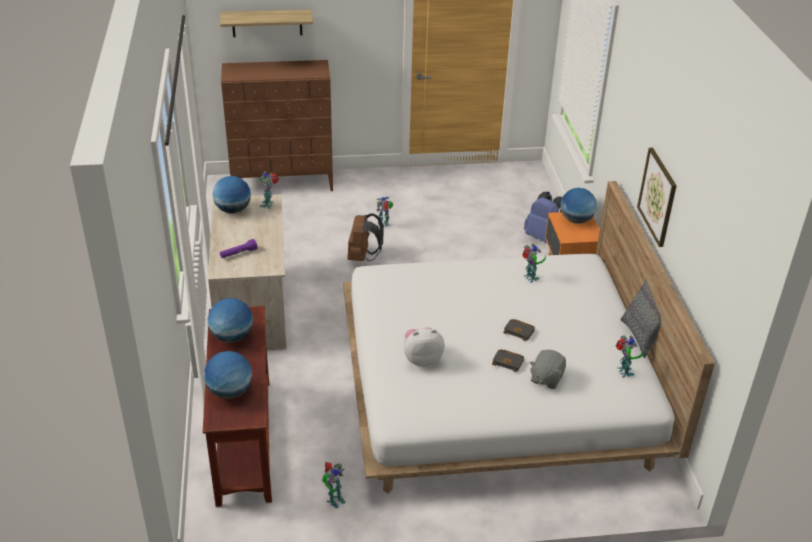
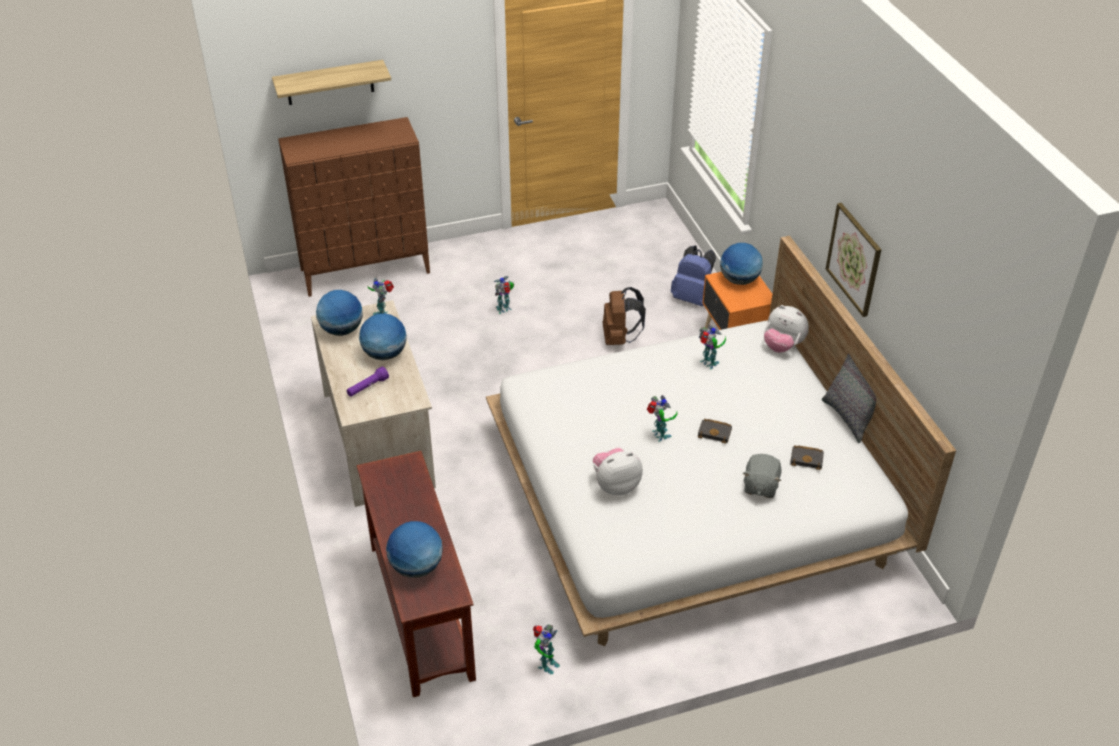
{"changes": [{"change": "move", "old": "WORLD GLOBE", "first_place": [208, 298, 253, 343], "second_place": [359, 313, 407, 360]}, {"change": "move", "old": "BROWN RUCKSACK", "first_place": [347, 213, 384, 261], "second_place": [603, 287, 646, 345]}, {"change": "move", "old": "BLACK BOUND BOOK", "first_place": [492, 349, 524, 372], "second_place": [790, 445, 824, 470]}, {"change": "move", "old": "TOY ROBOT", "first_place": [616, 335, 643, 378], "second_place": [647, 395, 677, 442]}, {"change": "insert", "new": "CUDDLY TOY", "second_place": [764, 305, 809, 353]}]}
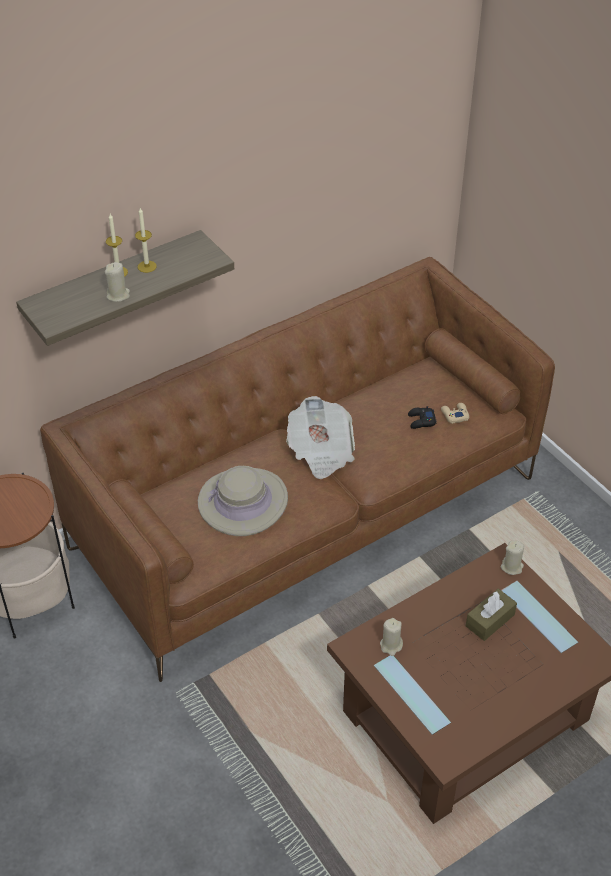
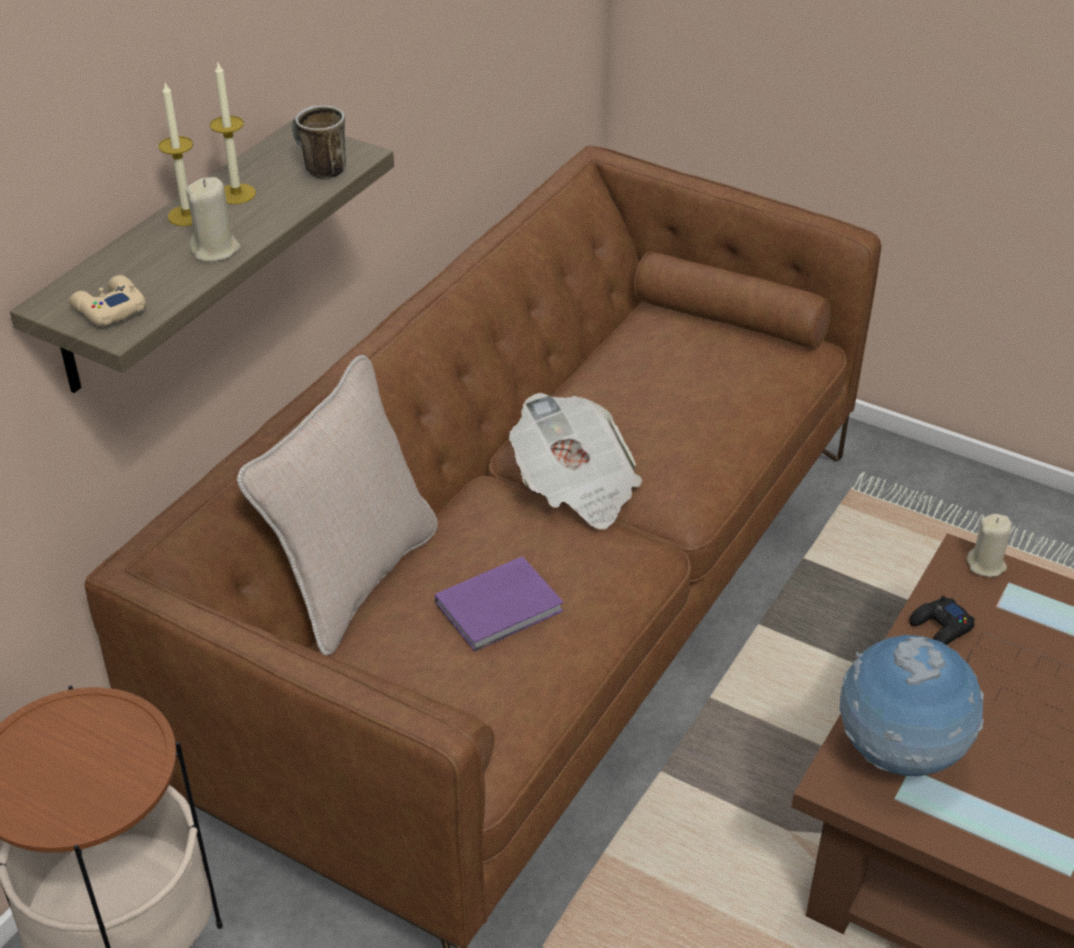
{"changes": [{"change": "replace", "old": "SAND-COLOURED WEARABLE HAT", "new": "PURPLE BOUND BOOK", "first_place": [198, 466, 288, 536], "second_place": [435, 556, 564, 652]}, {"change": "replace", "old": "SAND-COLOURED CANDLE", "new": "WORLD GLOBE", "first_place": [380, 618, 403, 656], "second_place": [840, 635, 984, 776]}, {"change": "move", "old": "BLACK GAME CONTROLLER", "first_place": [408, 406, 436, 429], "second_place": [909, 596, 975, 645]}, {"change": "move", "old": "SAND-COLOURED GAME CONTROLLER", "first_place": [441, 403, 469, 424], "second_place": [69, 275, 146, 326]}, {"change": "delete", "old": "BROWN TISSUE HOLDER", "first_place": [466, 589, 517, 641]}, {"change": "insert", "new": "SAND-COLOURED CUSHION", "second_place": [237, 355, 438, 655]}, {"change": "insert", "new": "COFFEE MUG", "second_place": [292, 105, 346, 179]}]}
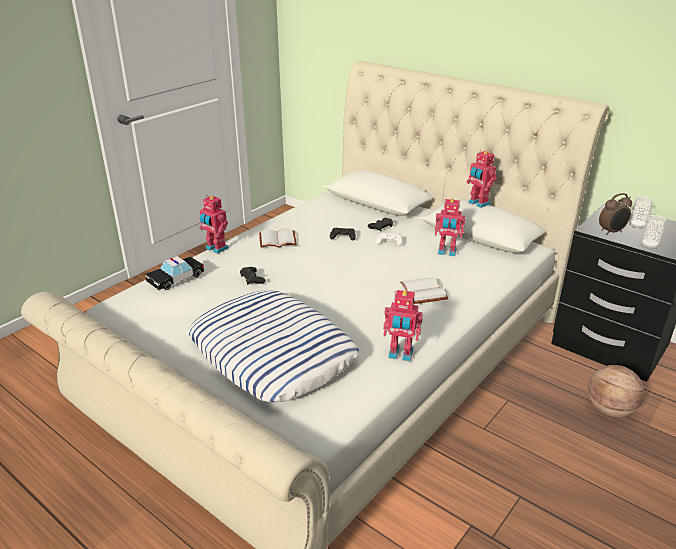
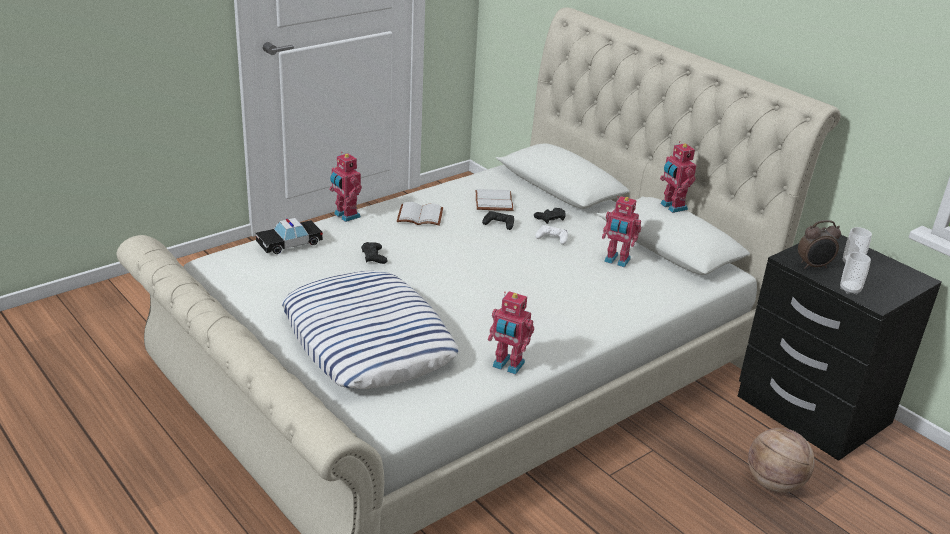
{"changes": [{"change": "move", "old": "WHITISH BOUND BOOK", "first_place": [400, 277, 448, 304], "second_place": [475, 189, 513, 211]}]}
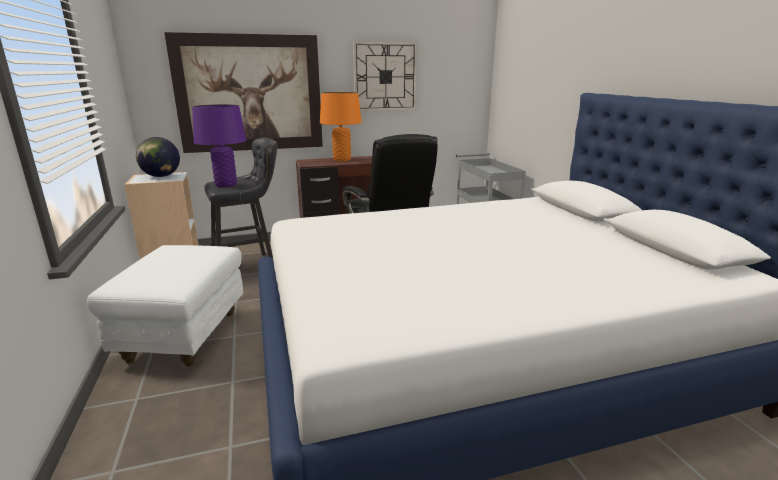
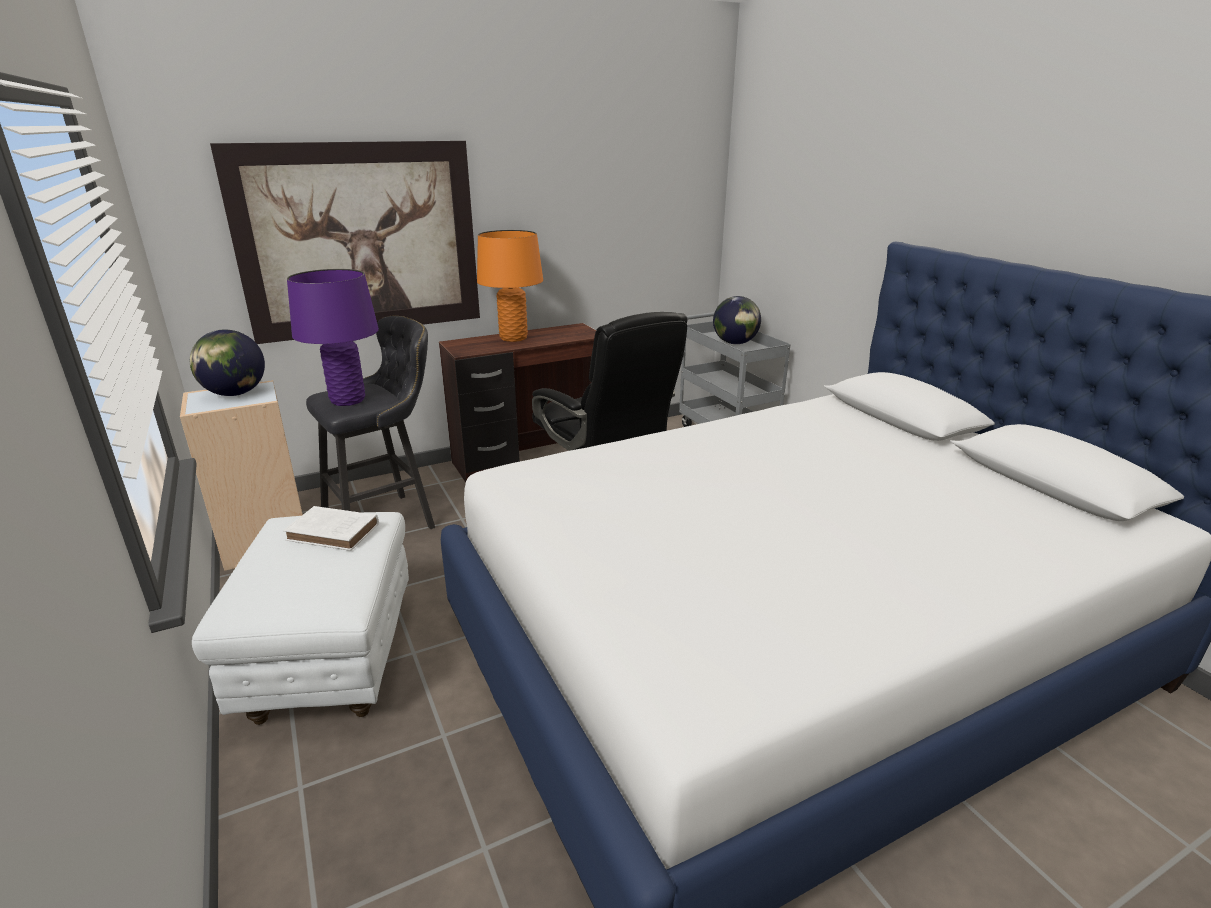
{"changes": [{"change": "delete", "old": "HANGING CLOCK", "first_place": [353, 41, 417, 111]}, {"change": "insert", "new": "WHITISH BOUND BOOK", "second_place": [284, 506, 379, 551]}, {"change": "insert", "new": "WORLD GLOBE", "second_place": [713, 296, 761, 344]}]}
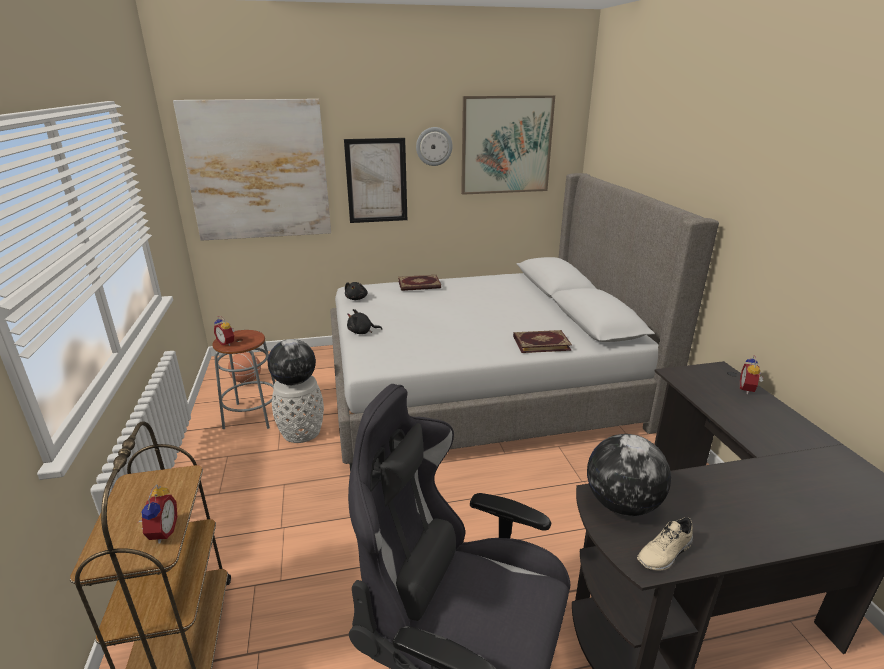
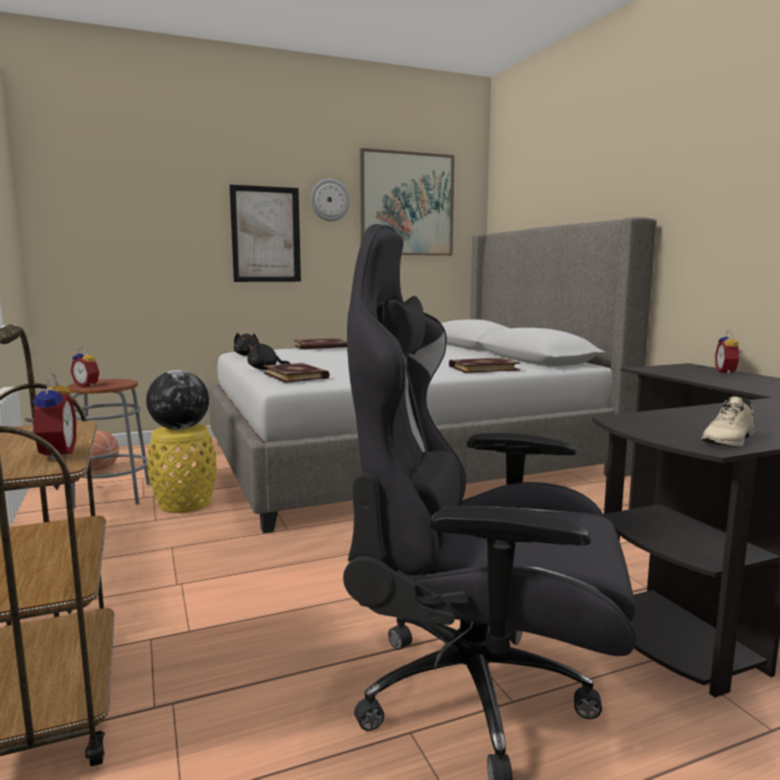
{"changes": [{"change": "delete", "old": "WALL ART", "first_place": [173, 99, 331, 241]}, {"change": "recolor", "old": "WHITISH STOOL", "new": "YELLOWISH STOOL", "first_place": [272, 375, 324, 443], "second_place": [147, 424, 217, 513]}, {"change": "delete", "old": "WORLD GLOBE", "first_place": [587, 434, 671, 516]}, {"change": "insert", "new": "BOUND BOOK", "second_place": [263, 363, 330, 383]}]}
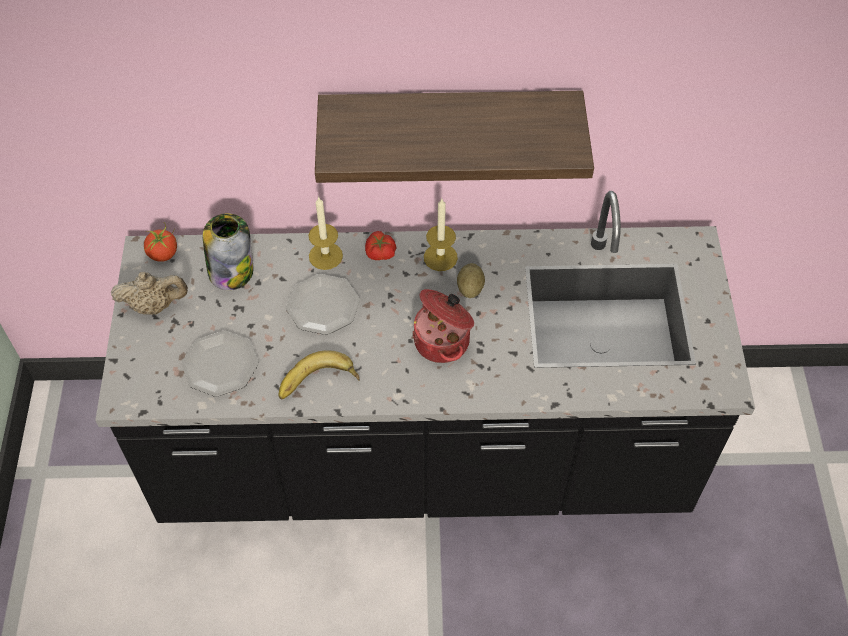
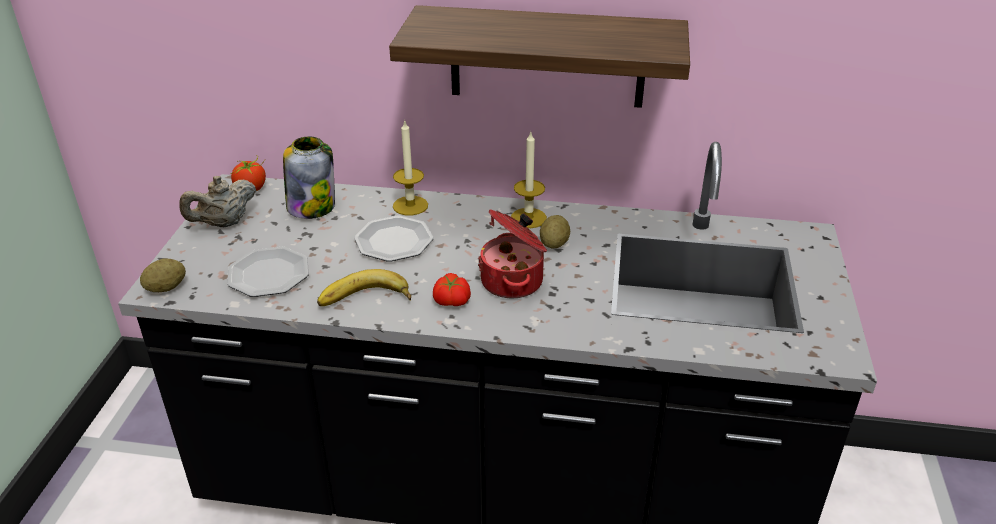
{"changes": [{"change": "rotate", "old": "SAND-COLOURED POT FOR TEA", "first_place": [111, 272, 188, 315], "second_place": [179, 176, 256, 227], "degrees": 135}, {"change": "move", "old": "FRESH TOMATO", "first_place": [365, 231, 397, 260], "second_place": [433, 273, 471, 306]}, {"change": "insert", "new": "WHOLE POTATO", "second_place": [140, 259, 186, 292]}]}
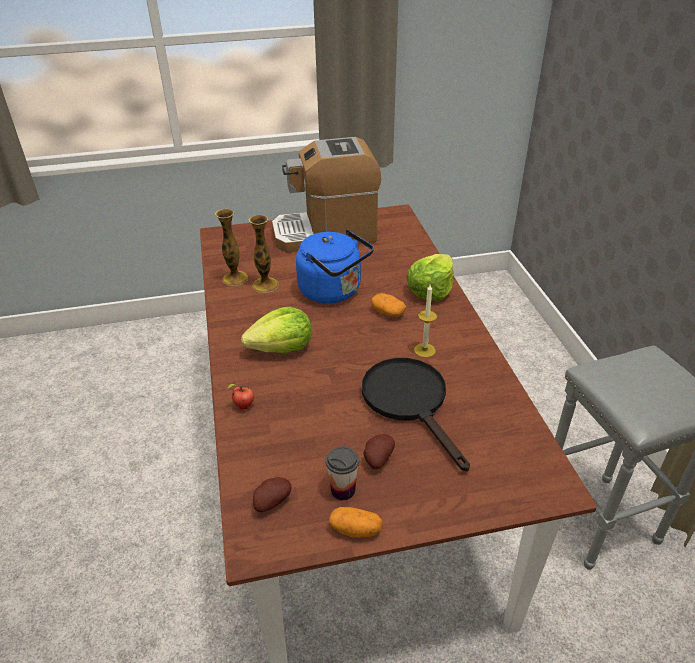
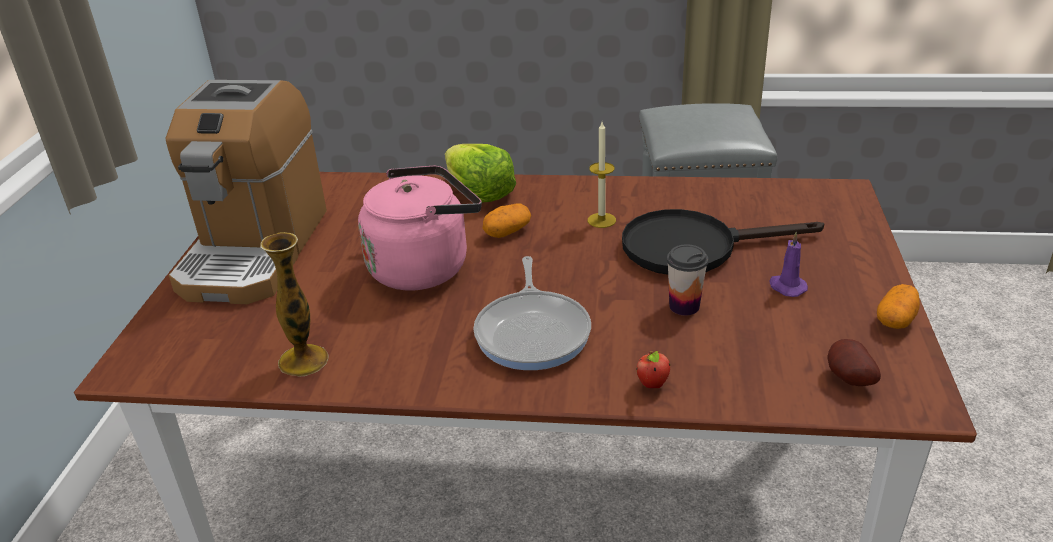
{"changes": [{"change": "replace", "old": "HEAD OF LETTUCE", "new": "FRYING PAN", "first_place": [241, 307, 312, 353], "second_place": [474, 256, 591, 370]}, {"change": "delete", "old": "DECORATIVE VASE", "first_place": [249, 215, 279, 293]}, {"change": "recolor", "old": "BLUE-COLOURED TEA KETTLE", "new": "PINK TEA KETTLE", "first_place": [296, 229, 374, 304], "second_place": [358, 165, 482, 291]}, {"change": "move", "old": "SMALL CUP", "first_place": [326, 446, 359, 500], "second_place": [667, 244, 708, 315]}, {"change": "replace", "old": "WHOLE POTATO", "new": "PURPLE CANDLE", "first_place": [363, 434, 395, 469], "second_place": [769, 232, 808, 297]}]}
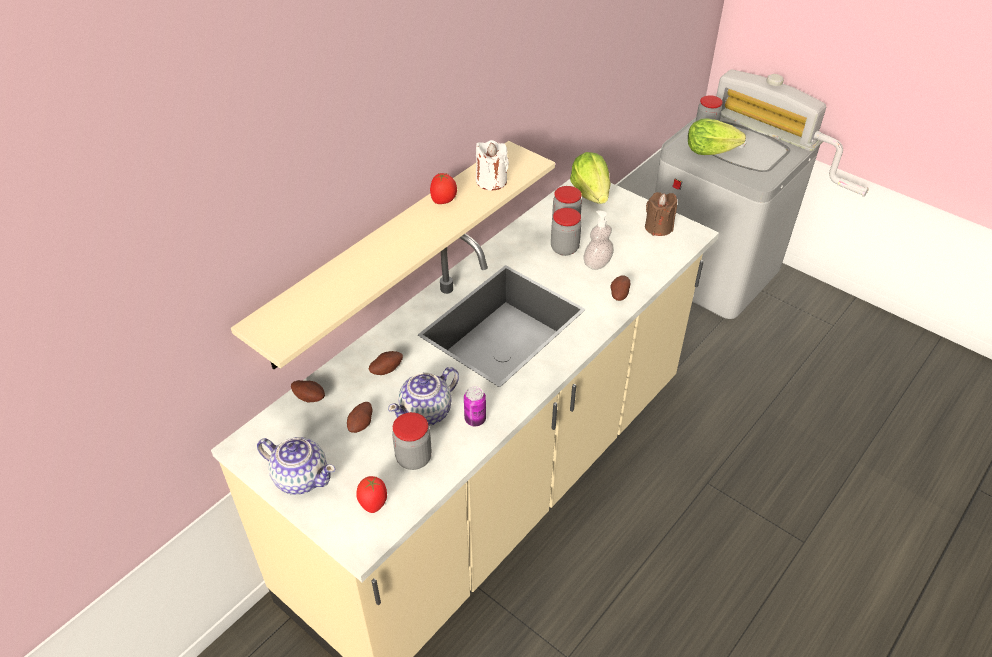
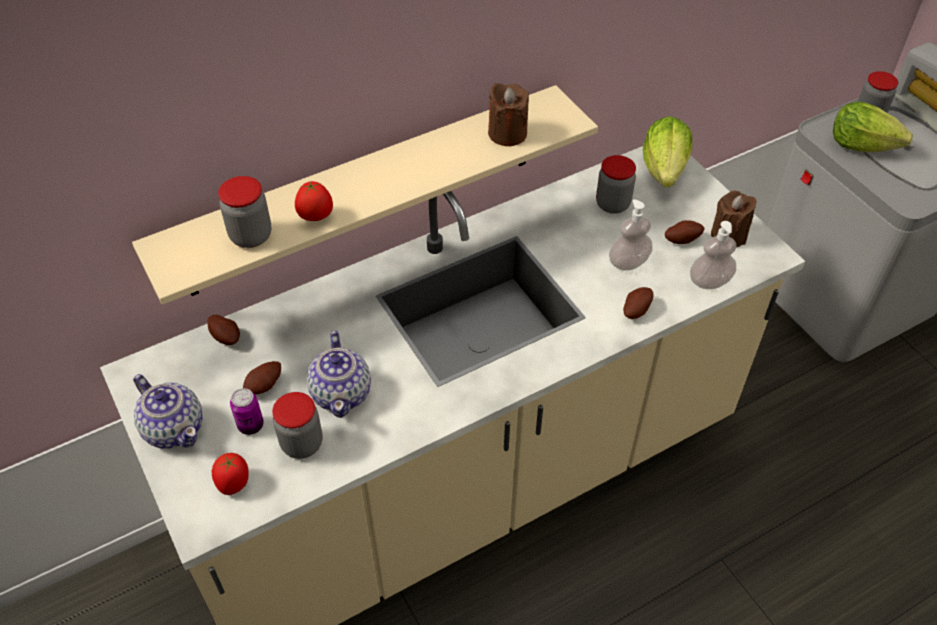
{"changes": [{"change": "move", "old": "WHOLE POTATO", "first_place": [369, 351, 403, 375], "second_place": [665, 220, 704, 244]}, {"change": "rotate", "old": "POT FOR TEA", "first_place": [388, 367, 459, 426], "second_place": [307, 331, 371, 418], "degrees": -75}, {"change": "move", "old": "FRESH TOMATO", "first_place": [430, 173, 457, 204], "second_place": [295, 181, 333, 221]}, {"change": "move", "old": "CAN", "first_place": [464, 386, 486, 426], "second_place": [230, 388, 264, 435]}, {"change": "recolor", "old": "WHITISH CANDLE", "new": "BROWN CANDLE", "first_place": [476, 140, 509, 190], "second_place": [488, 83, 529, 146]}, {"change": "move", "old": "JAR", "first_place": [551, 208, 581, 256], "second_place": [218, 176, 272, 248]}, {"change": "insert", "new": "LIQUID SOAP BOTTLE", "second_place": [690, 221, 736, 289]}]}
